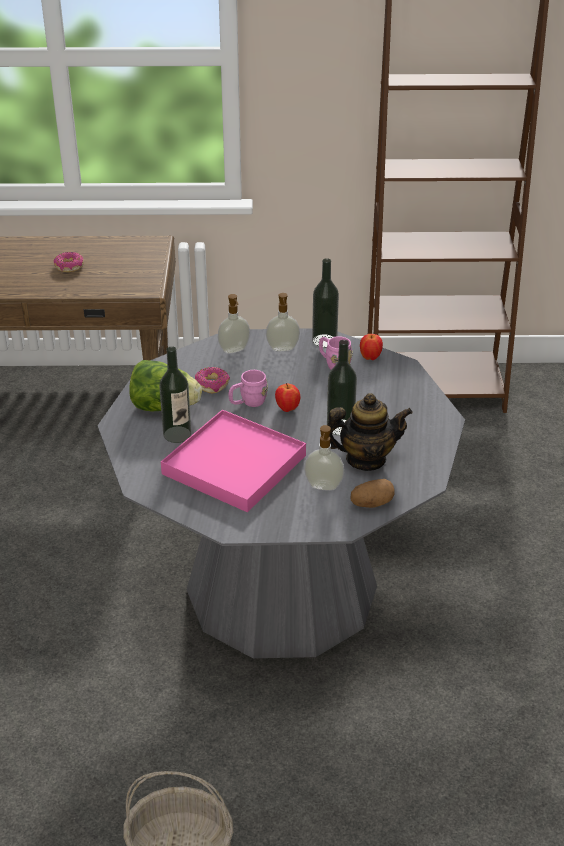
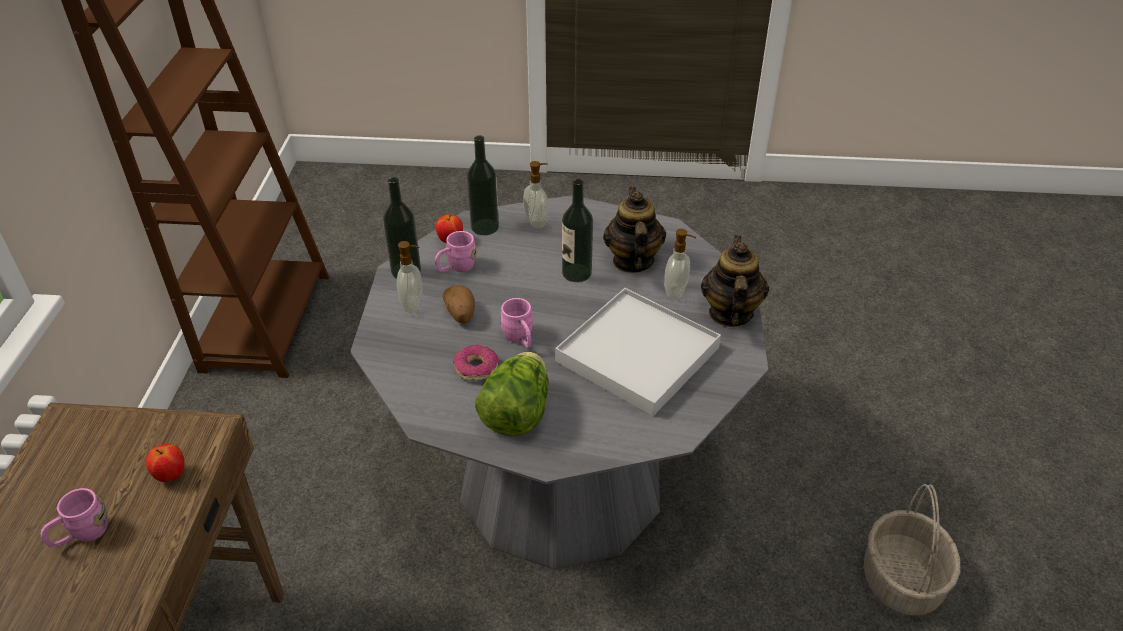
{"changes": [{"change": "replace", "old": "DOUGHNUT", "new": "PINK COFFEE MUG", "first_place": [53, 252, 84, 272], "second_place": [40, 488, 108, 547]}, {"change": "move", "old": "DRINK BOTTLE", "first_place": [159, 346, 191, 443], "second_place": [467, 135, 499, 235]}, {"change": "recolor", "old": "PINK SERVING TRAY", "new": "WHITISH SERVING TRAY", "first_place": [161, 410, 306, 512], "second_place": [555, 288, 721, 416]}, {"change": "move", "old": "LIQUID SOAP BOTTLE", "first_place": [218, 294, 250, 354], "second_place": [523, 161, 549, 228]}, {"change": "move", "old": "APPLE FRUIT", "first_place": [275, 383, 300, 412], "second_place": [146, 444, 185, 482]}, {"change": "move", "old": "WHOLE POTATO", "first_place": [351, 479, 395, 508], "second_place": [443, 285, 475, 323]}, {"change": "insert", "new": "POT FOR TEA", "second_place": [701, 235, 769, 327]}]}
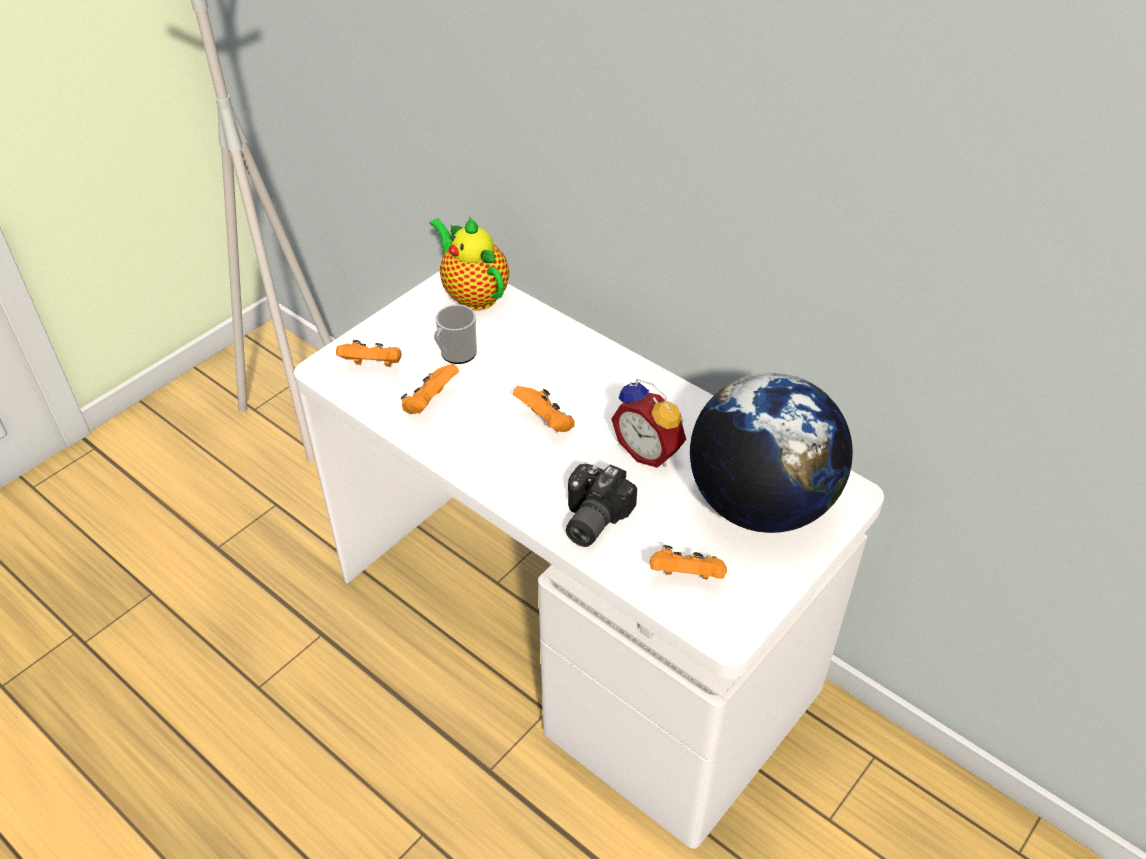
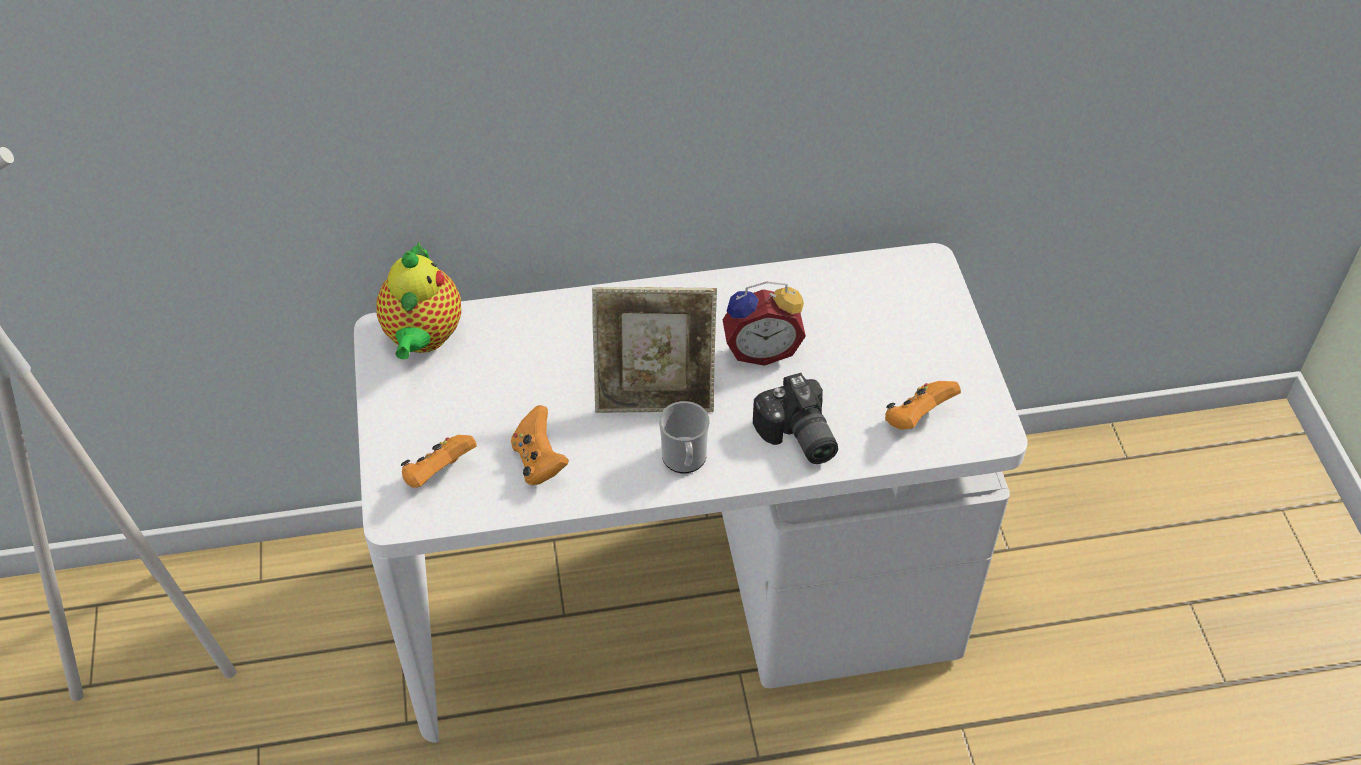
{"changes": [{"change": "rotate", "old": "POT FOR TEA", "first_place": [429, 216, 509, 311], "second_place": [376, 241, 461, 359], "degrees": -90}, {"change": "move", "old": "COFFEE MUG", "first_place": [434, 304, 477, 364], "second_place": [659, 401, 710, 473]}, {"change": "replace", "old": "ORANGE GAME CONTROLLER", "new": "STANDING FRAME", "first_place": [513, 386, 575, 432], "second_place": [592, 287, 717, 413]}, {"change": "delete", "old": "WORLD GLOBE", "first_place": [690, 372, 853, 533]}]}
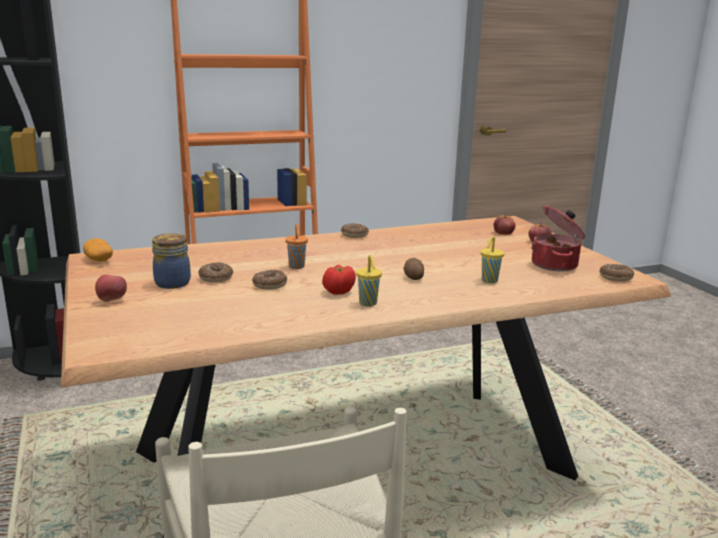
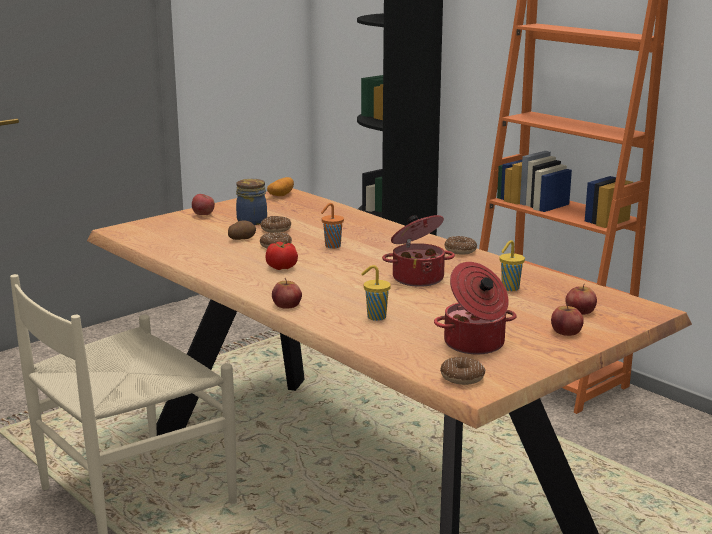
{"changes": [{"change": "move", "old": "YELLOWISH SMALL CUP", "first_place": [356, 255, 382, 306], "second_place": [499, 240, 525, 291]}, {"change": "move", "old": "WHOLE POTATO", "first_place": [403, 258, 424, 280], "second_place": [228, 221, 256, 240]}, {"change": "insert", "new": "APPLE FRUIT", "second_place": [272, 278, 302, 309]}, {"change": "insert", "new": "SAUCEPOT", "second_place": [382, 215, 455, 287]}]}
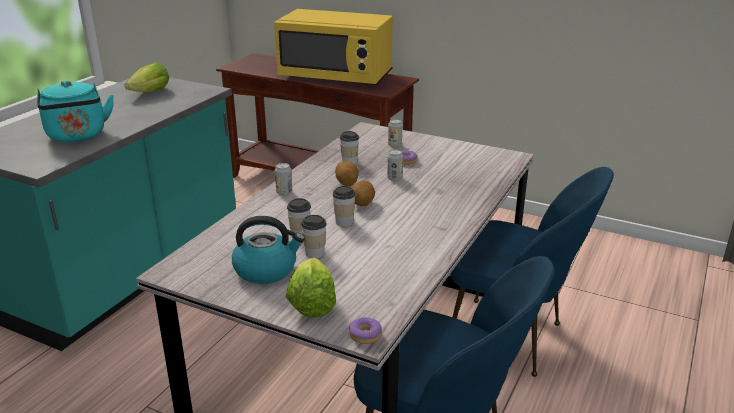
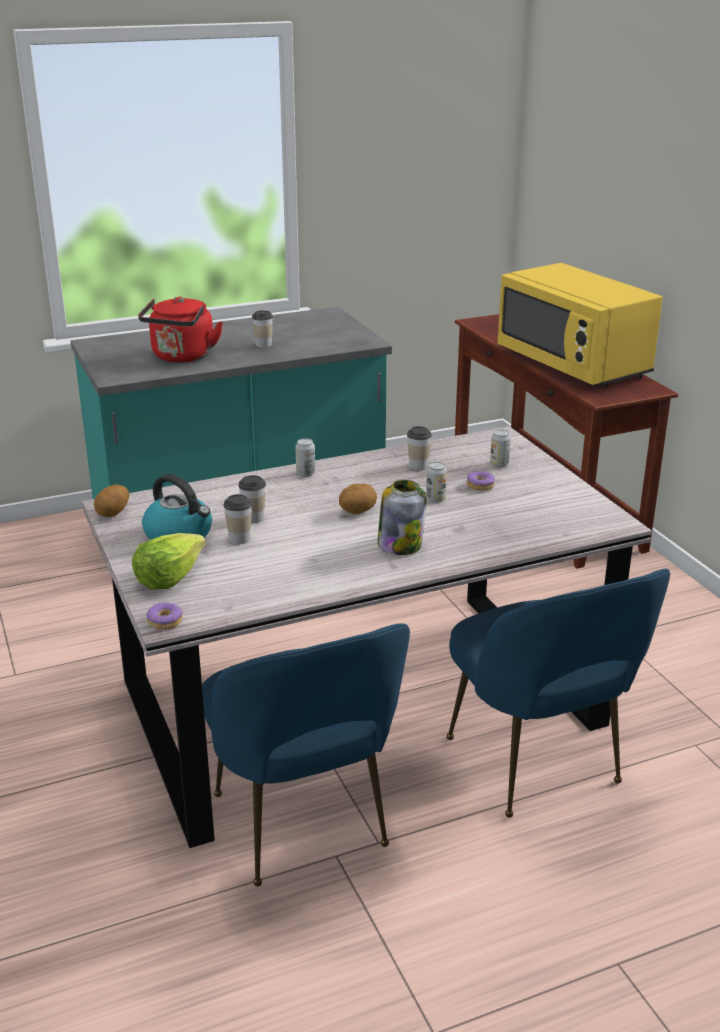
{"changes": [{"change": "recolor", "old": "BLUE-GREEN TEA KETTLE", "new": "RED TEA KETTLE", "first_place": [37, 81, 114, 142], "second_place": [138, 297, 223, 363]}, {"change": "delete", "old": "HEAD OF LETTUCE", "first_place": [125, 62, 169, 92]}, {"change": "move", "old": "SMALL CUP", "first_place": [332, 186, 356, 227], "second_place": [252, 310, 273, 348]}, {"change": "move", "old": "WHOLE POTATO", "first_place": [335, 161, 359, 186], "second_place": [94, 484, 129, 517]}, {"change": "insert", "new": "JAR", "second_place": [377, 480, 427, 555]}]}
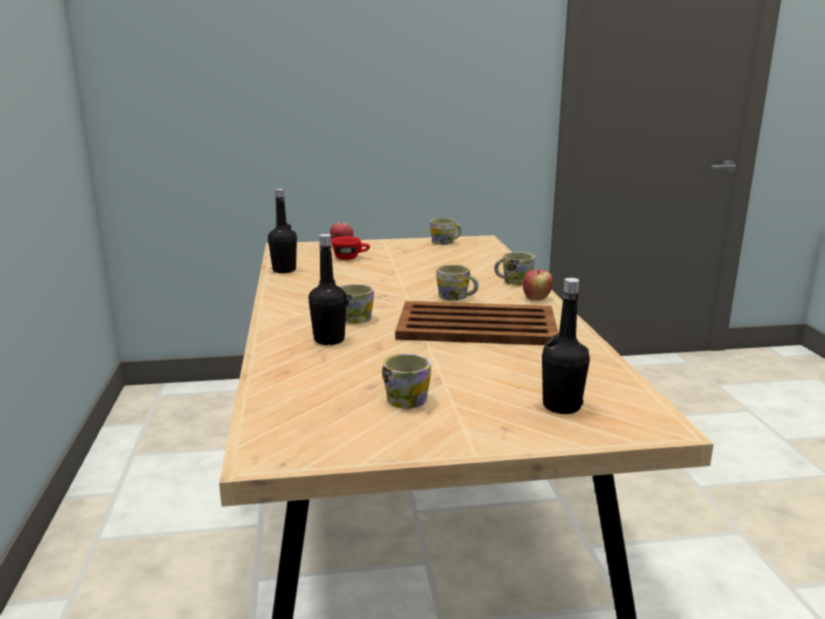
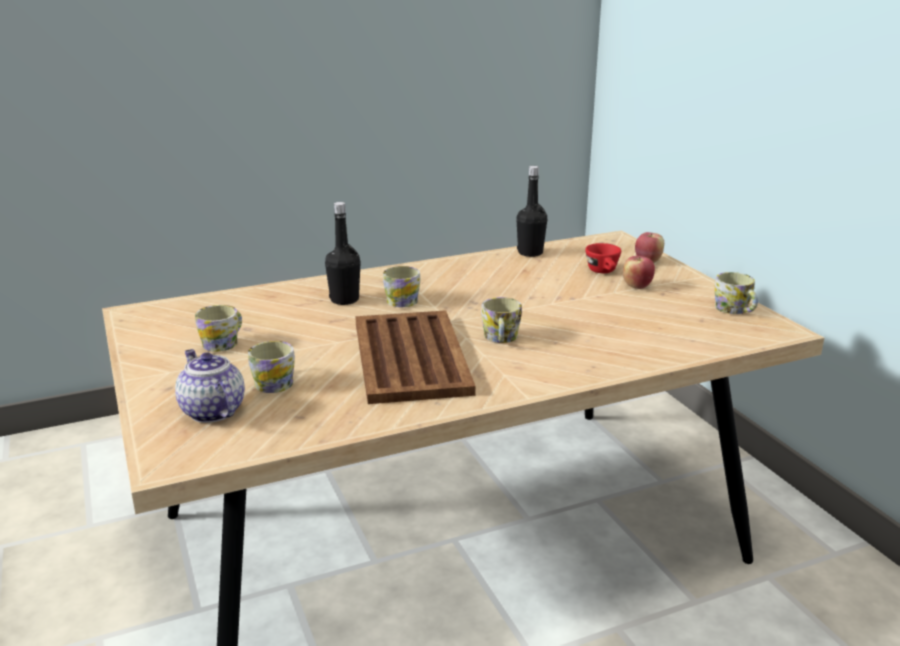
{"changes": [{"change": "move", "old": "COFFEE MUG", "first_place": [494, 252, 535, 285], "second_place": [248, 341, 295, 393]}, {"change": "move", "old": "APPLE FRUIT", "first_place": [523, 269, 553, 300], "second_place": [623, 256, 655, 289]}, {"change": "replace", "old": "BLACK DRINK BOTTLE", "new": "POT FOR TEA", "first_place": [542, 278, 590, 414], "second_place": [175, 349, 245, 423]}]}
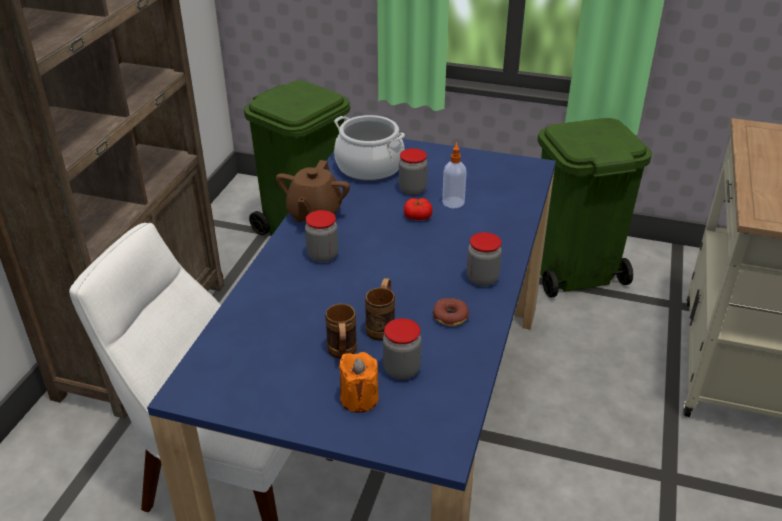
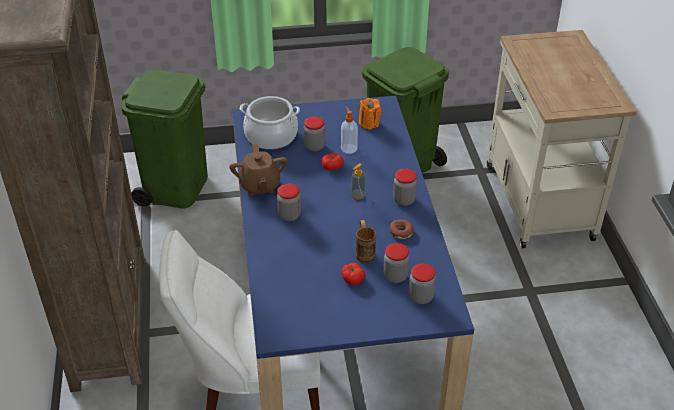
{"changes": [{"change": "replace", "old": "BROWN COFFEE MUG", "new": "FRESH TOMATO", "first_place": [325, 303, 357, 359], "second_place": [341, 263, 365, 285]}, {"change": "move", "old": "ORANGE CANDLE", "first_place": [339, 352, 378, 413], "second_place": [359, 98, 381, 130]}, {"change": "insert", "new": "LIQUID SOAP BOTTLE", "second_place": [351, 163, 366, 200]}, {"change": "insert", "new": "JAR", "second_place": [409, 263, 436, 304]}]}
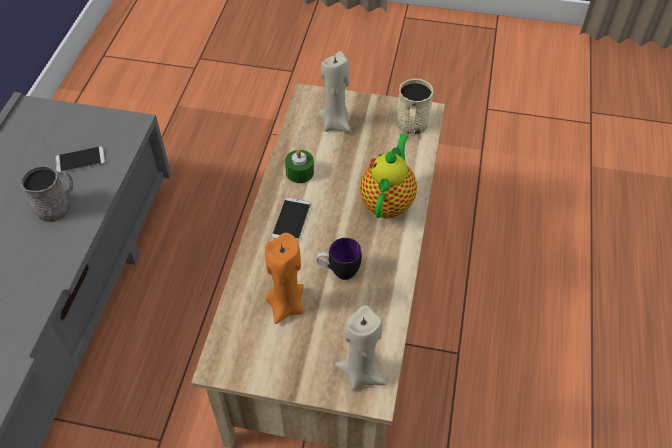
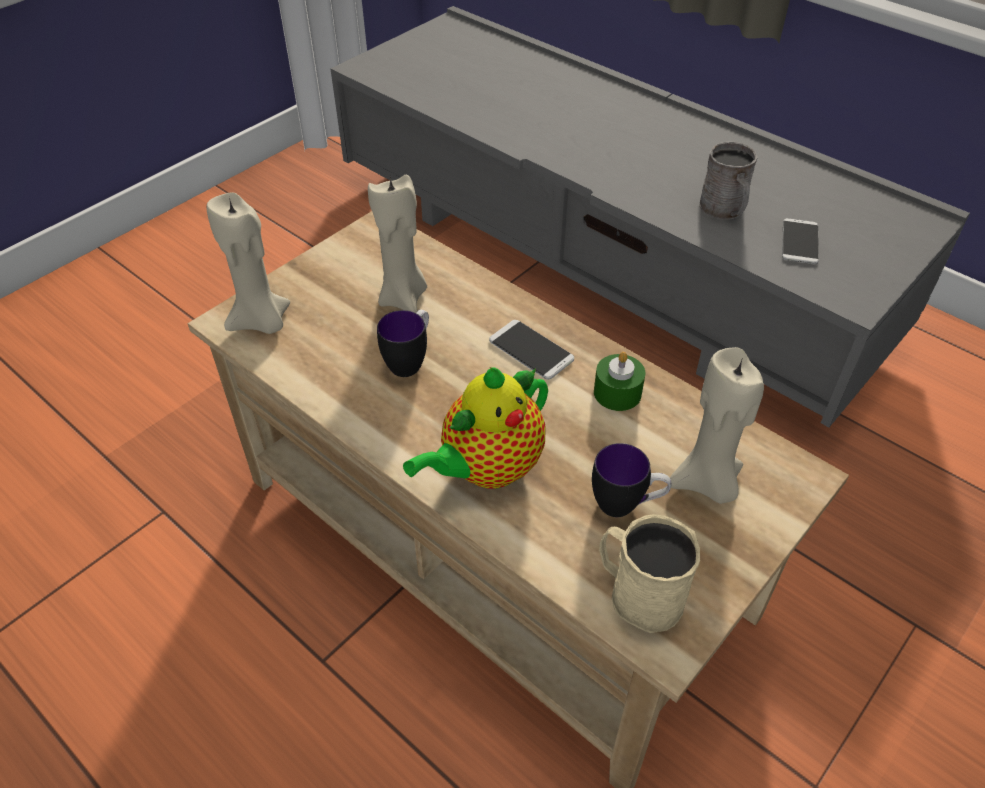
{"changes": [{"change": "recolor", "old": "ORANGE CANDLE", "new": "SAND-COLOURED CANDLE", "first_place": [265, 233, 304, 324], "second_place": [368, 175, 427, 313]}, {"change": "rotate", "old": "POT FOR TEA", "first_place": [360, 133, 417, 219], "second_place": [403, 367, 548, 489], "degrees": 90}, {"change": "insert", "new": "COFFEE MUG", "second_place": [592, 443, 671, 517]}]}
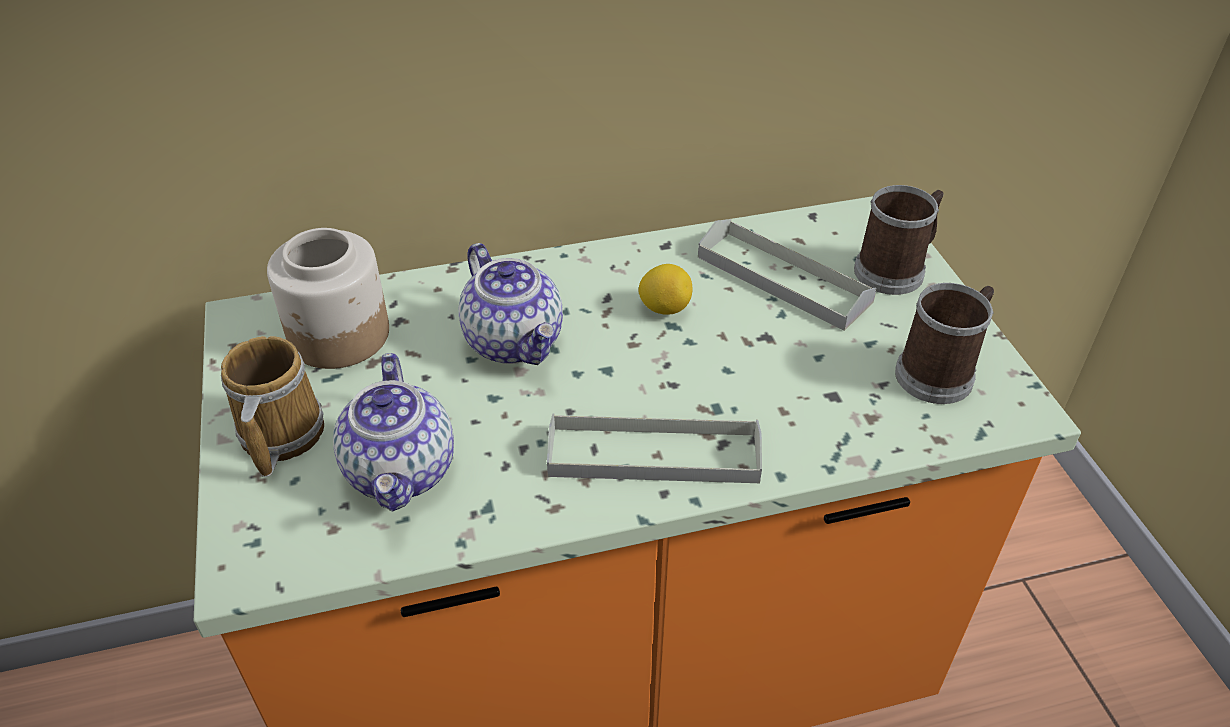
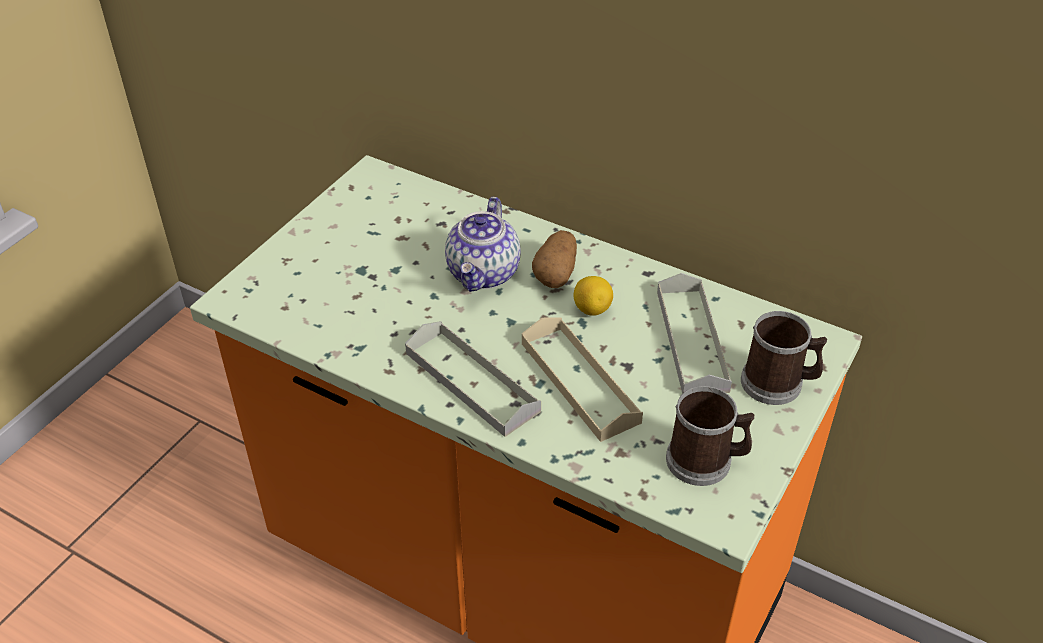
{"changes": [{"change": "delete", "old": "COFFEE MUG", "first_place": [221, 336, 324, 477]}, {"change": "delete", "old": "JAR", "first_place": [267, 228, 389, 369]}, {"change": "delete", "old": "POT FOR TEA", "first_place": [333, 353, 454, 511]}, {"change": "insert", "new": "SAND-COLOURED SERVING TRAY", "second_place": [522, 318, 643, 442]}, {"change": "insert", "new": "WHOLE POTATO", "second_place": [532, 230, 577, 288]}]}
